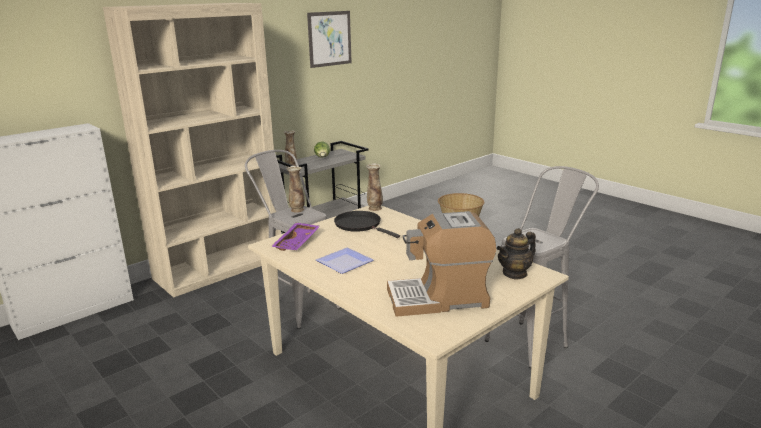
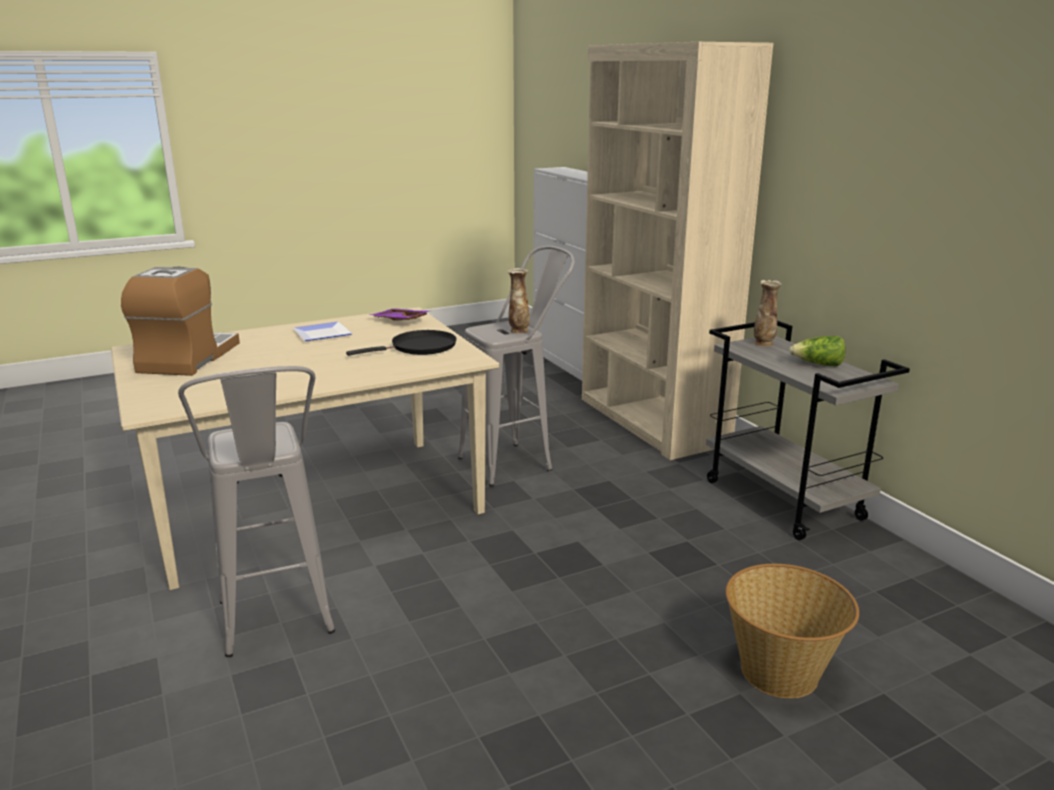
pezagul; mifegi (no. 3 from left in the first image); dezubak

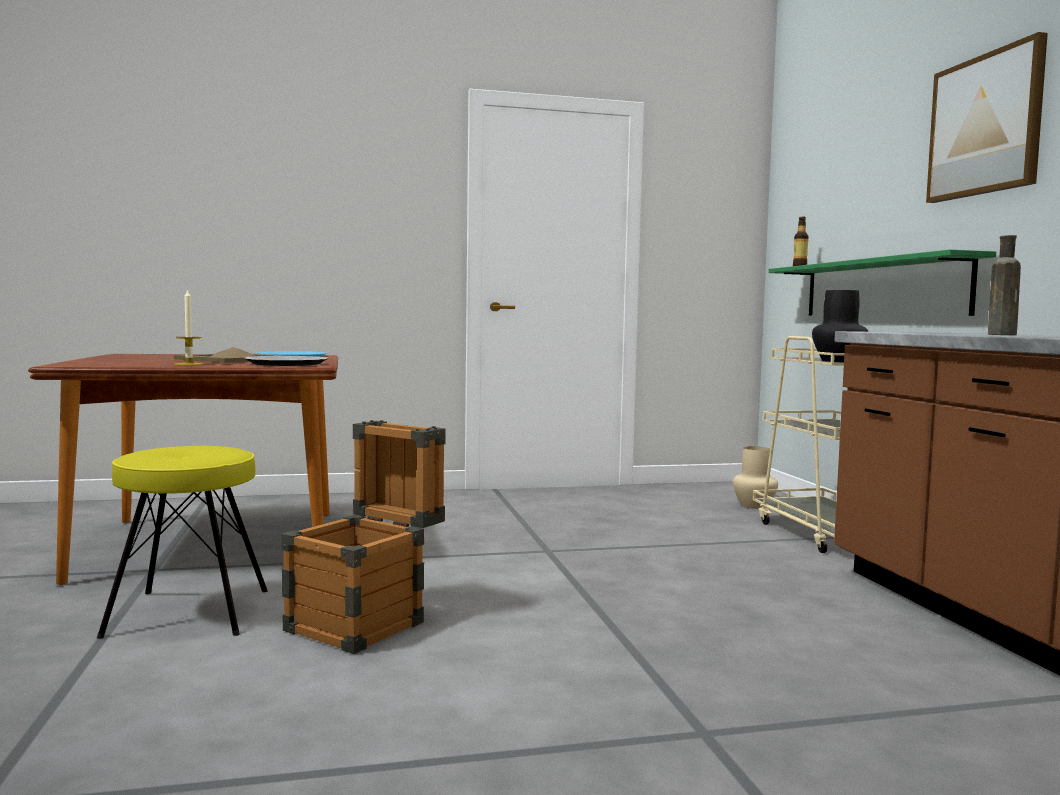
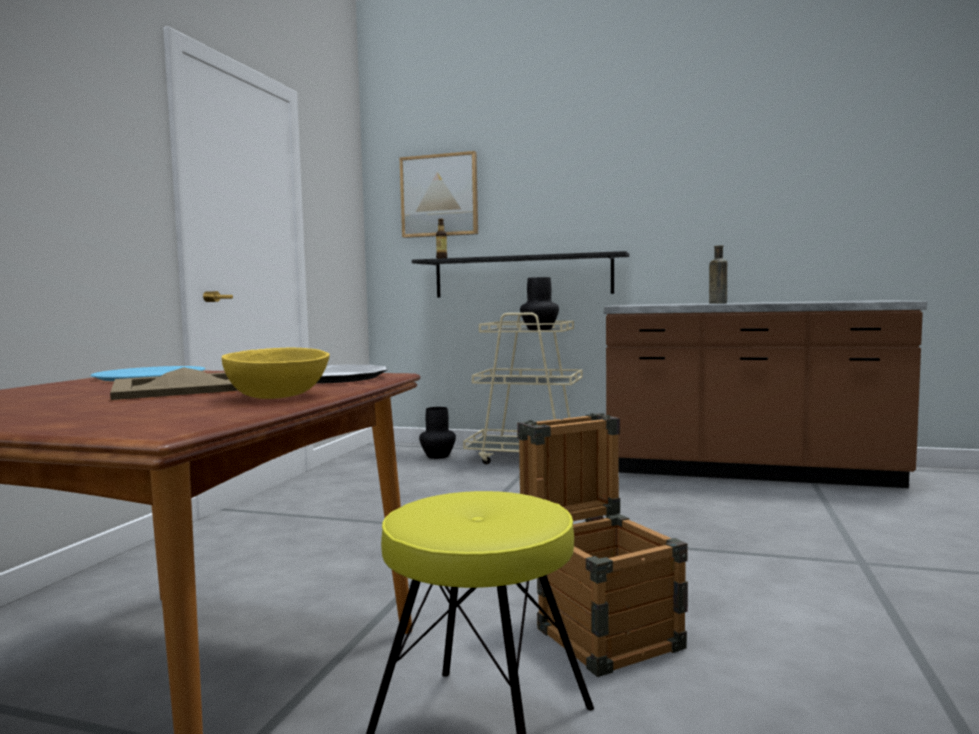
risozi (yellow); mifegi (black) (no. 1 from left); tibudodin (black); pezagul

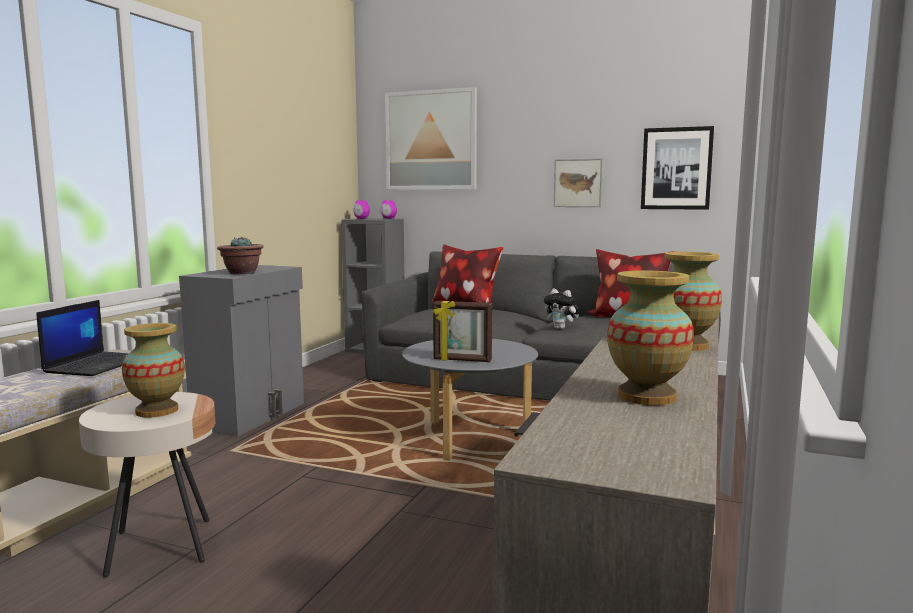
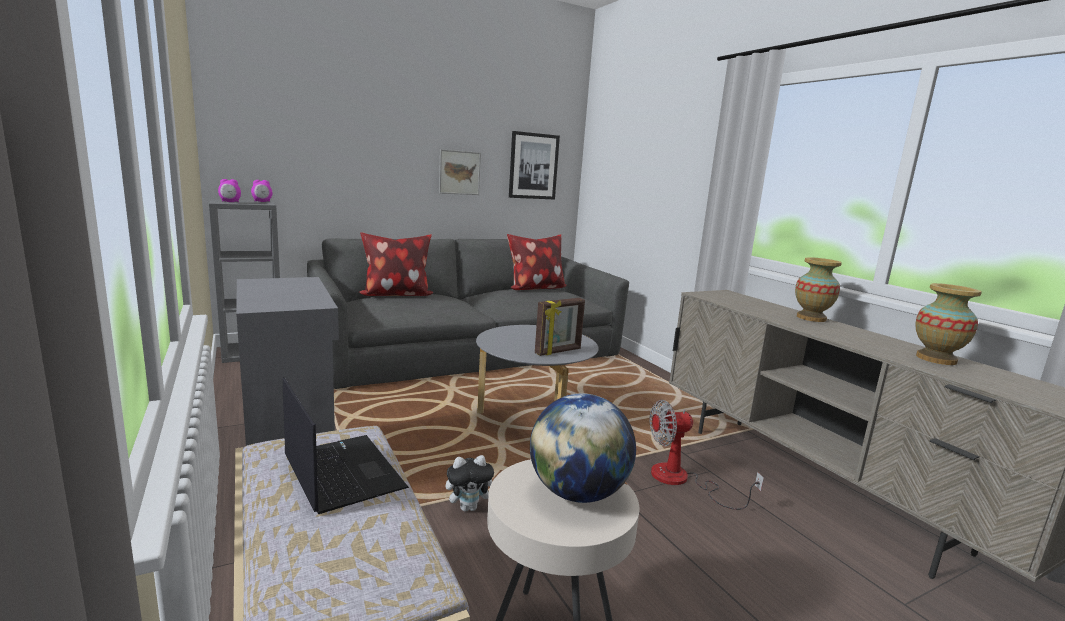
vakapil; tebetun; pezagul (no. 1 from left in the first image); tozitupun; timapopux

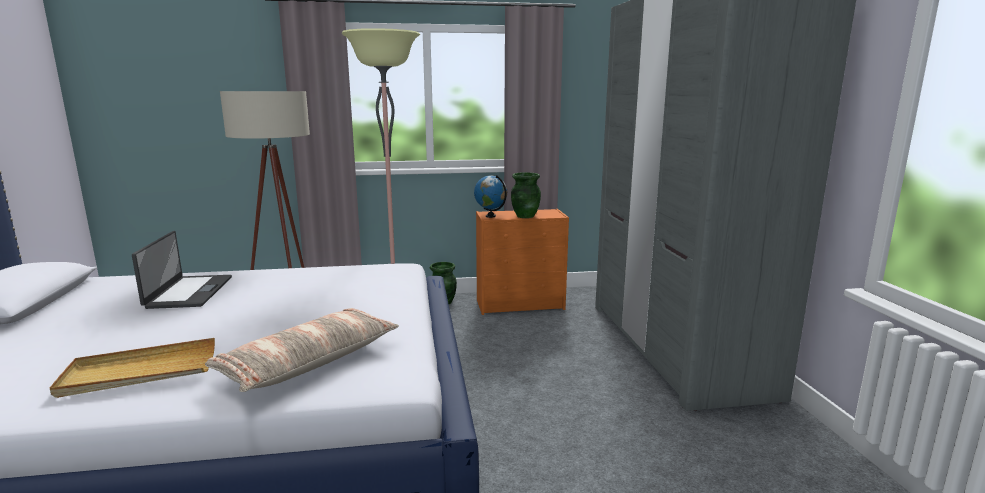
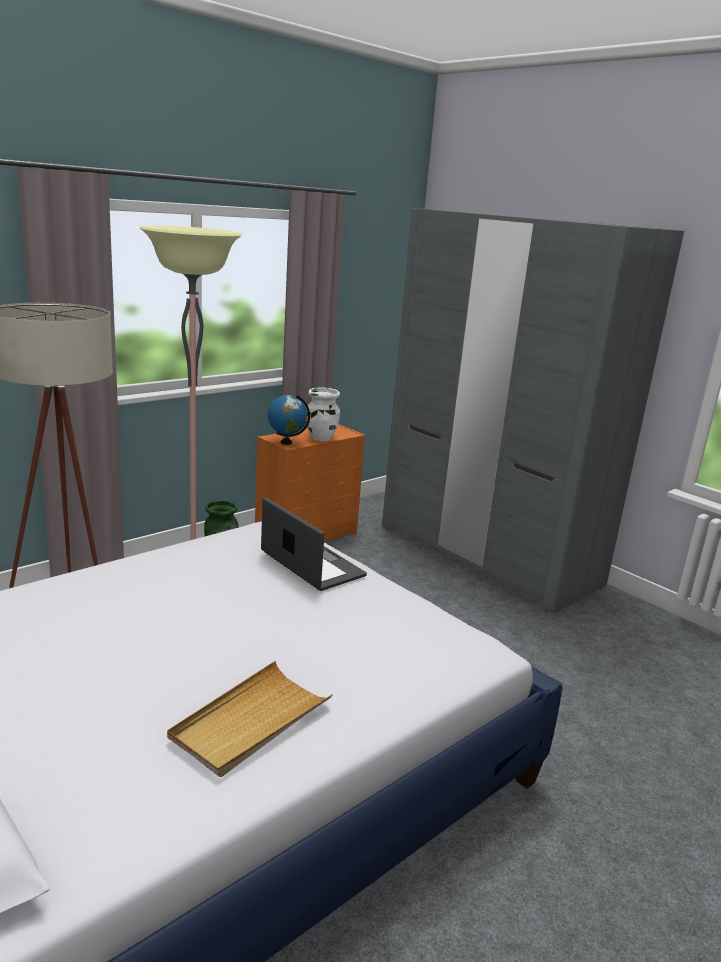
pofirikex; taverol; mifegi (white)

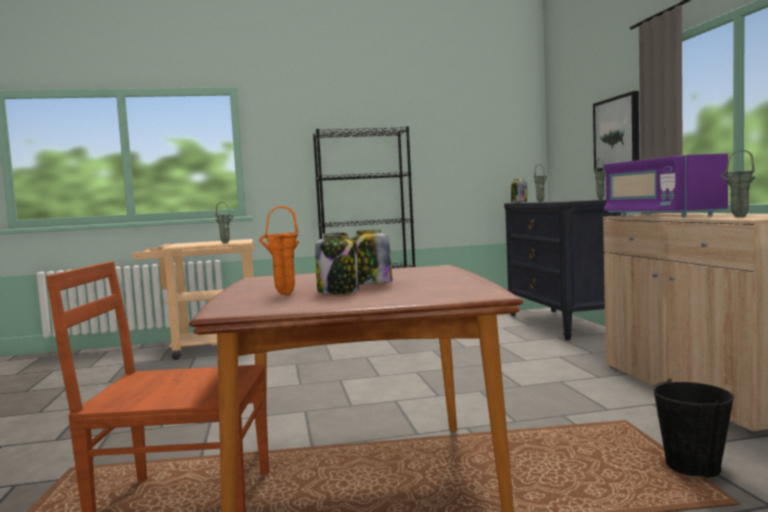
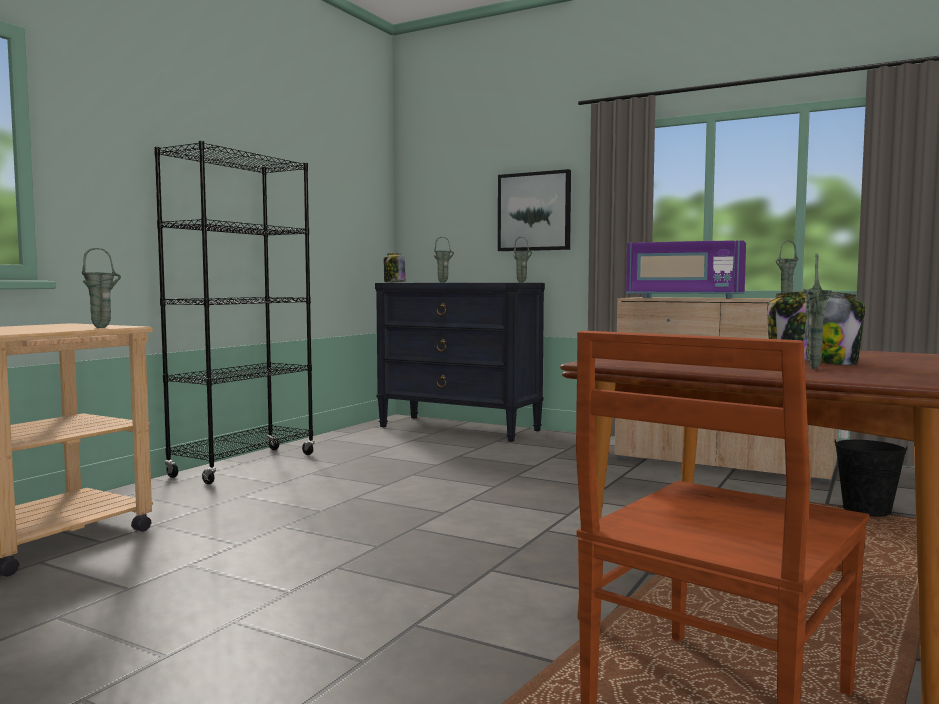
mifegi (green) (no. 5 from left)

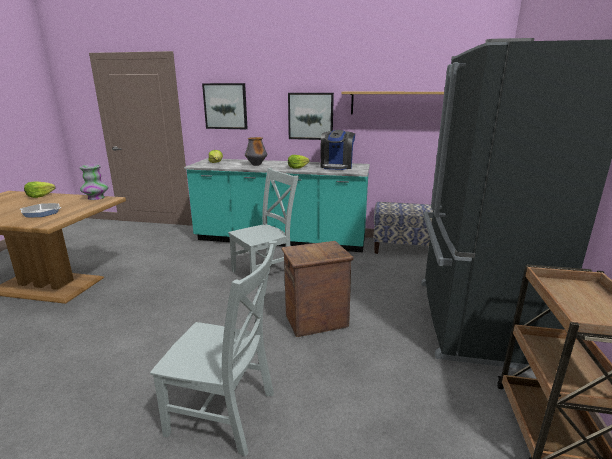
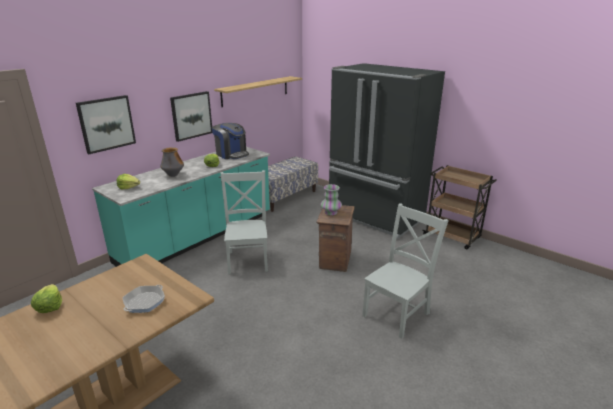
mifegi (no. 2 from left)

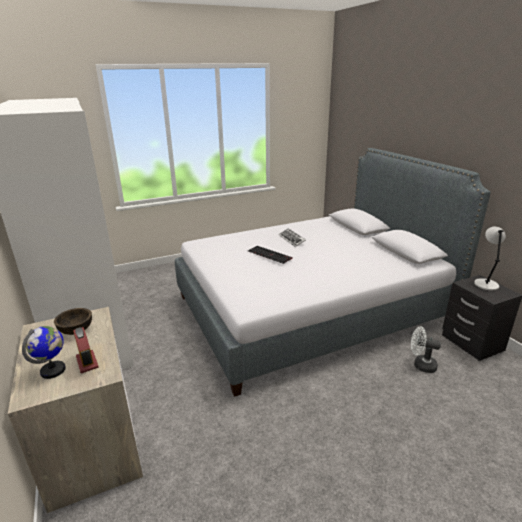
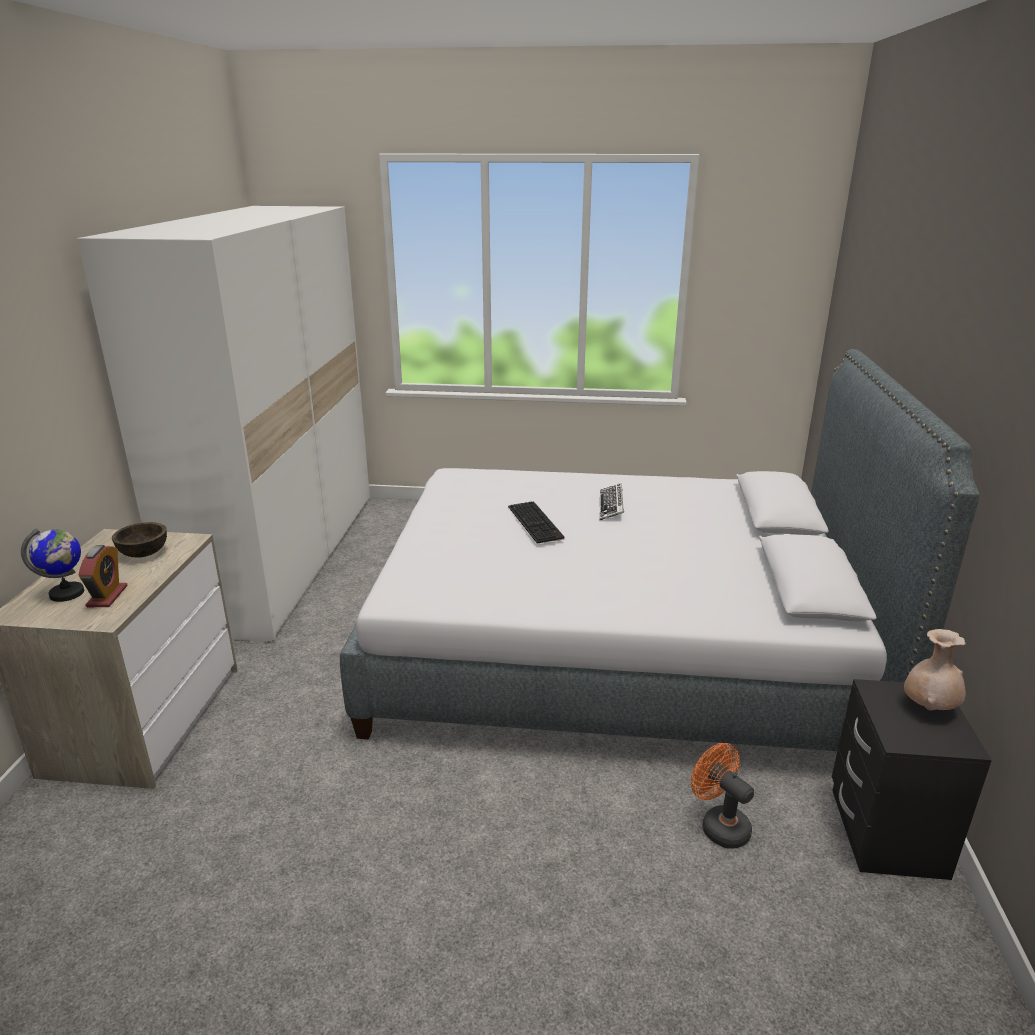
timapopux (orange); mifegi (beige)

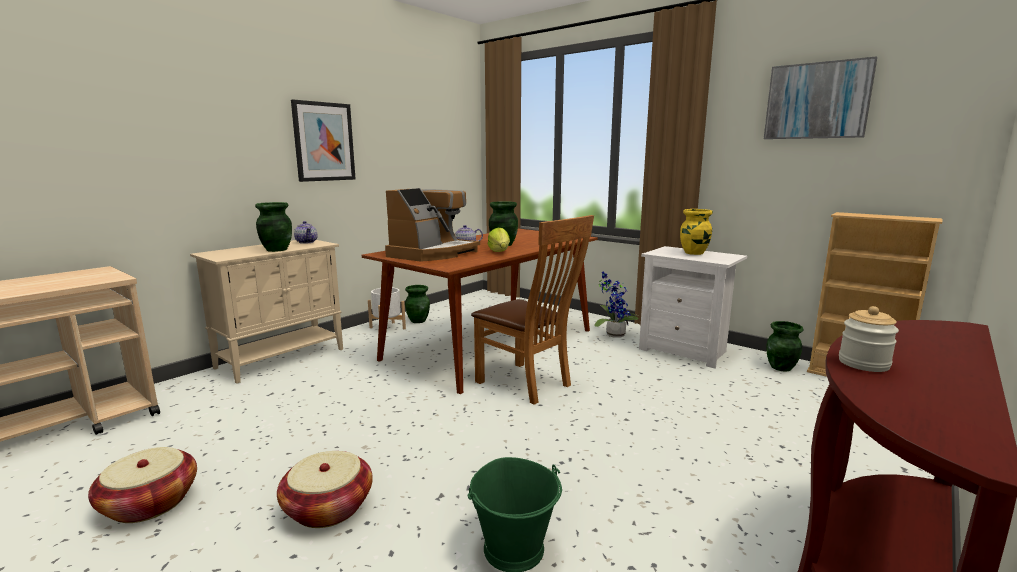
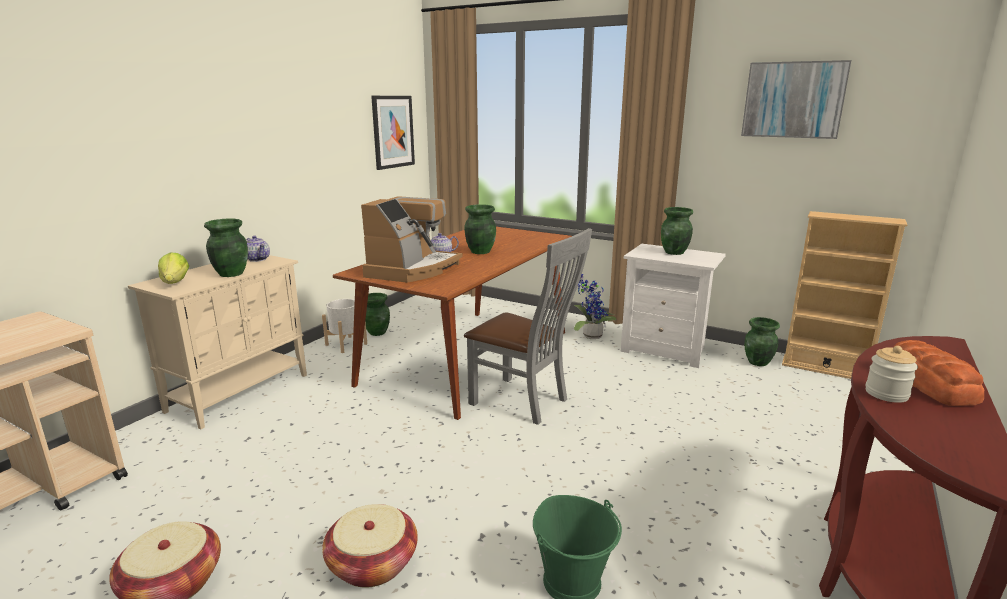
pezagul (no. 1 from left); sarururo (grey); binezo; mifegi (green) (no. 4 from left); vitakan

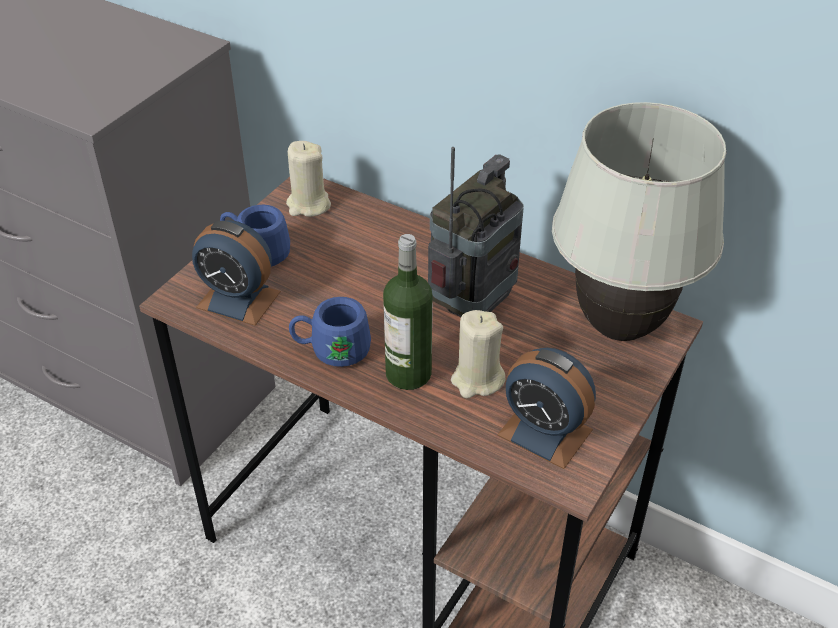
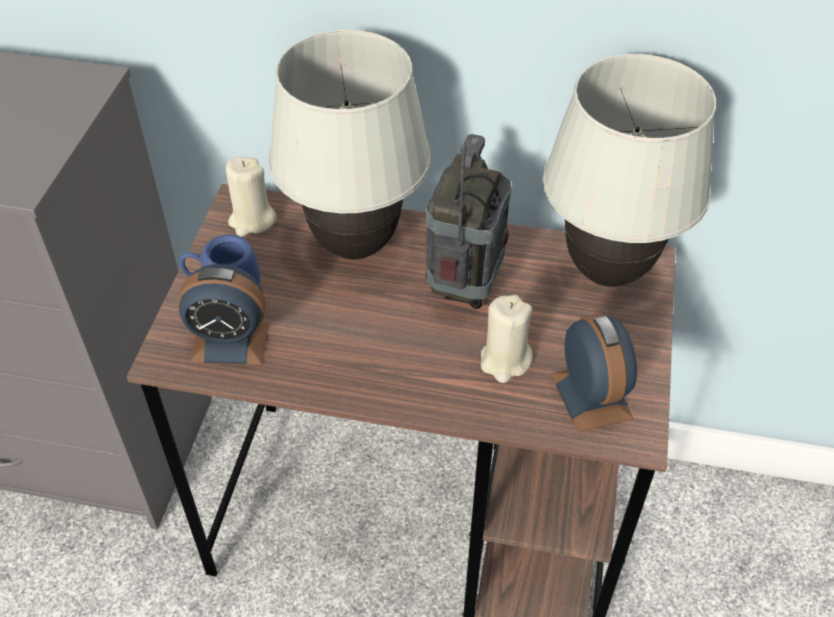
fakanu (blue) (no. 2 from left in the first image); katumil; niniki (no. 2 from left); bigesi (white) (no. 1 from left)

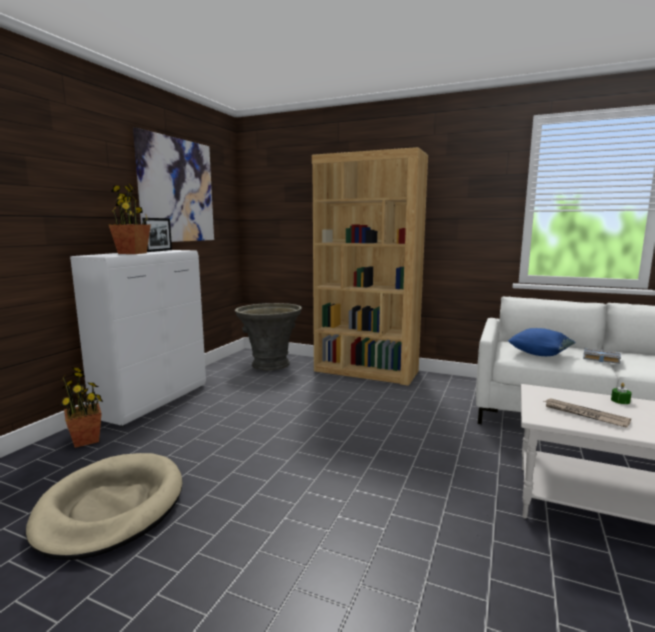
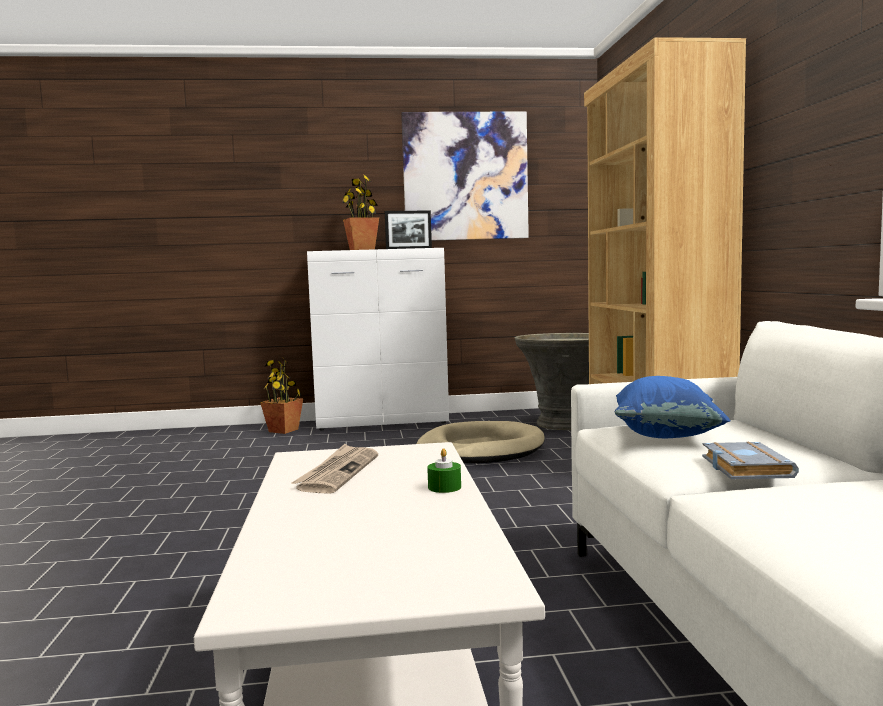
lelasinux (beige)

